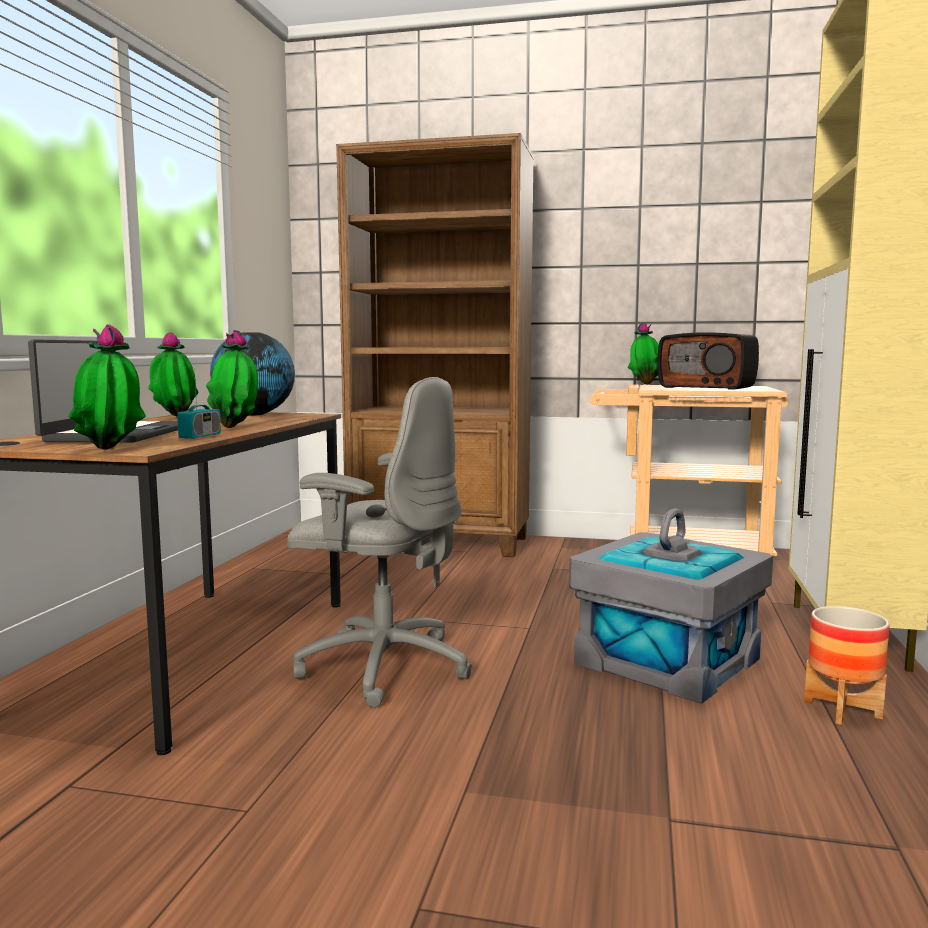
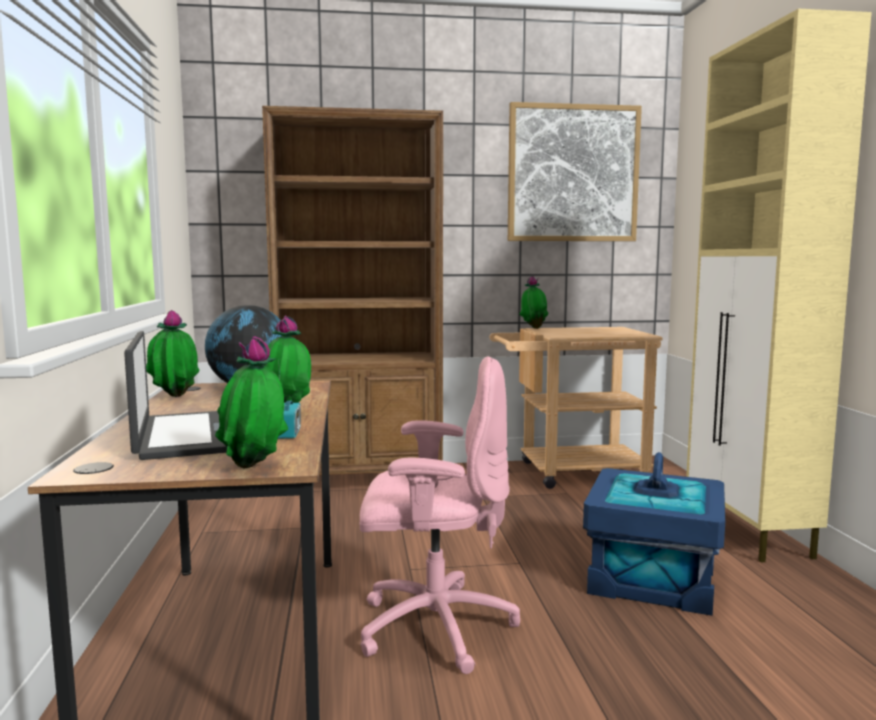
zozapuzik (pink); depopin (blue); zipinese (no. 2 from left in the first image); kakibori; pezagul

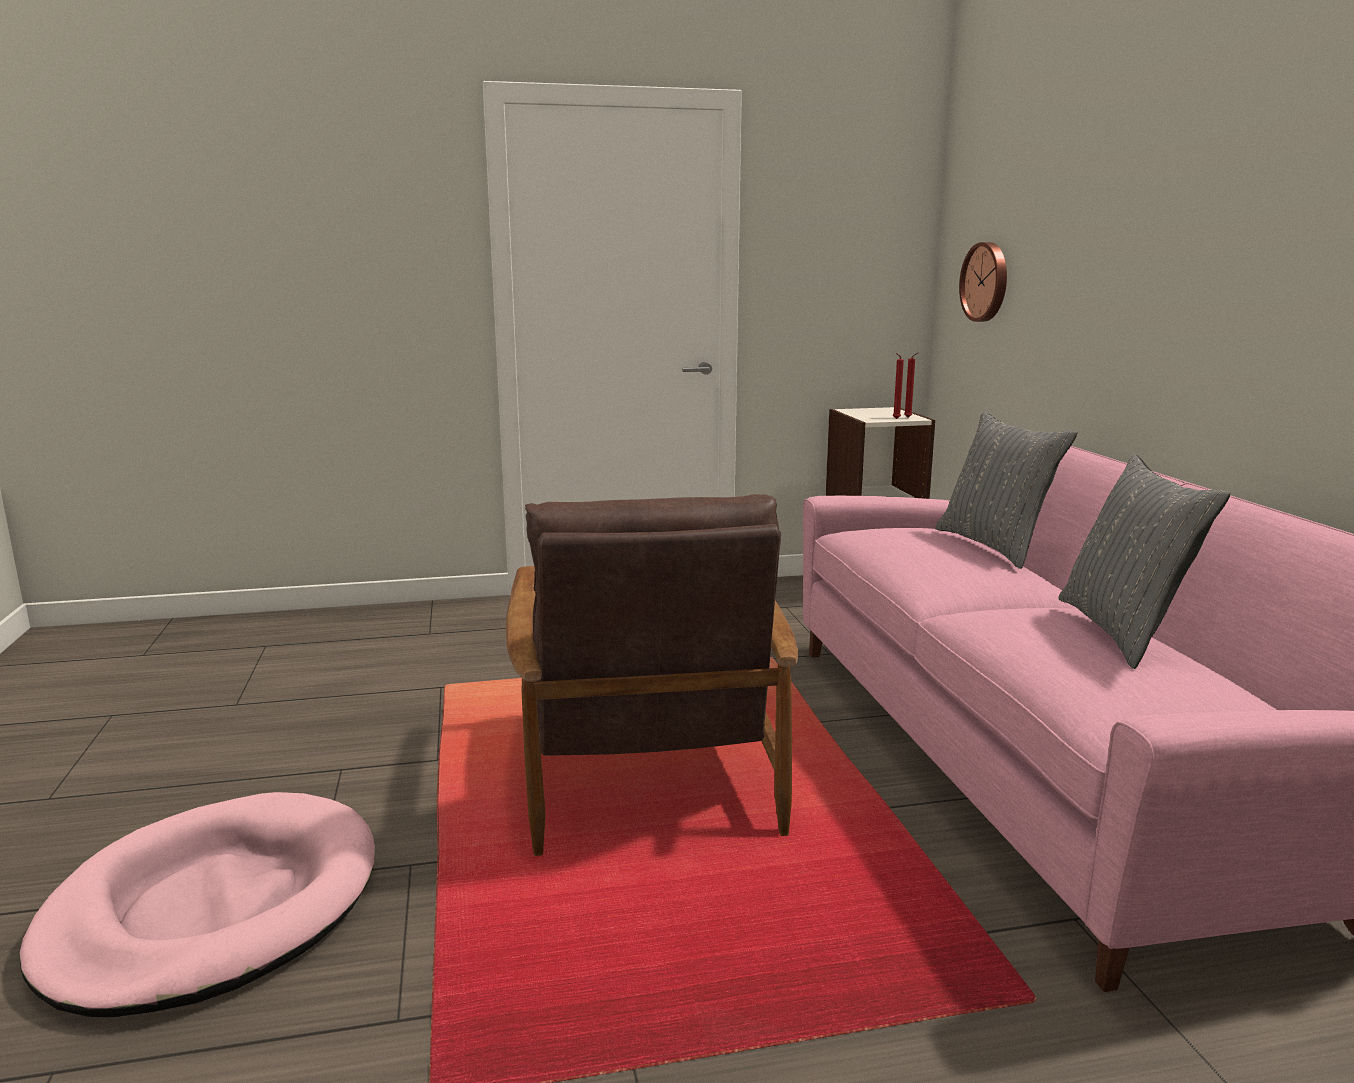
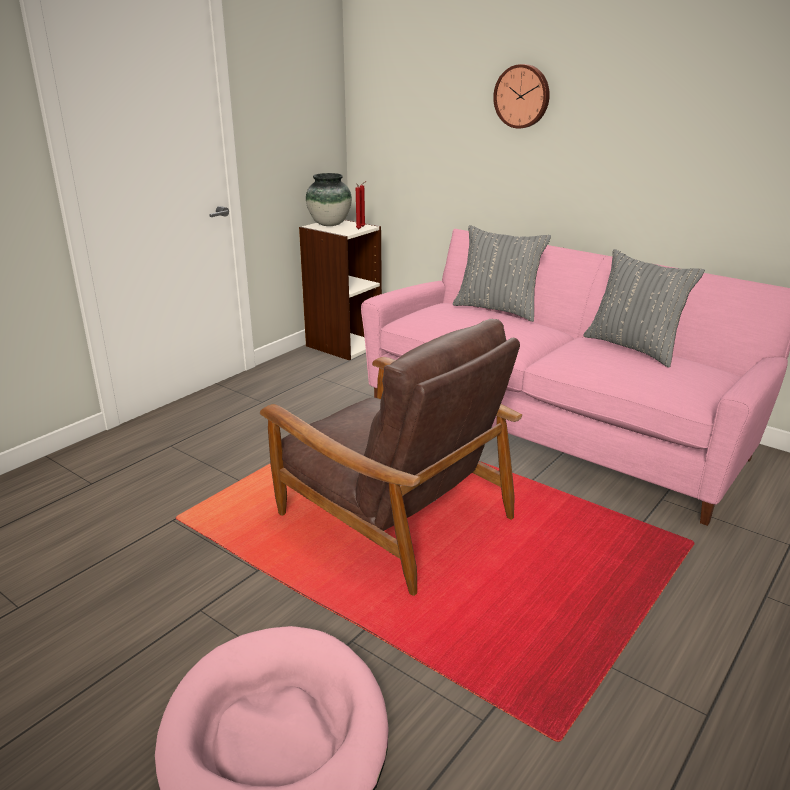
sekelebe; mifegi

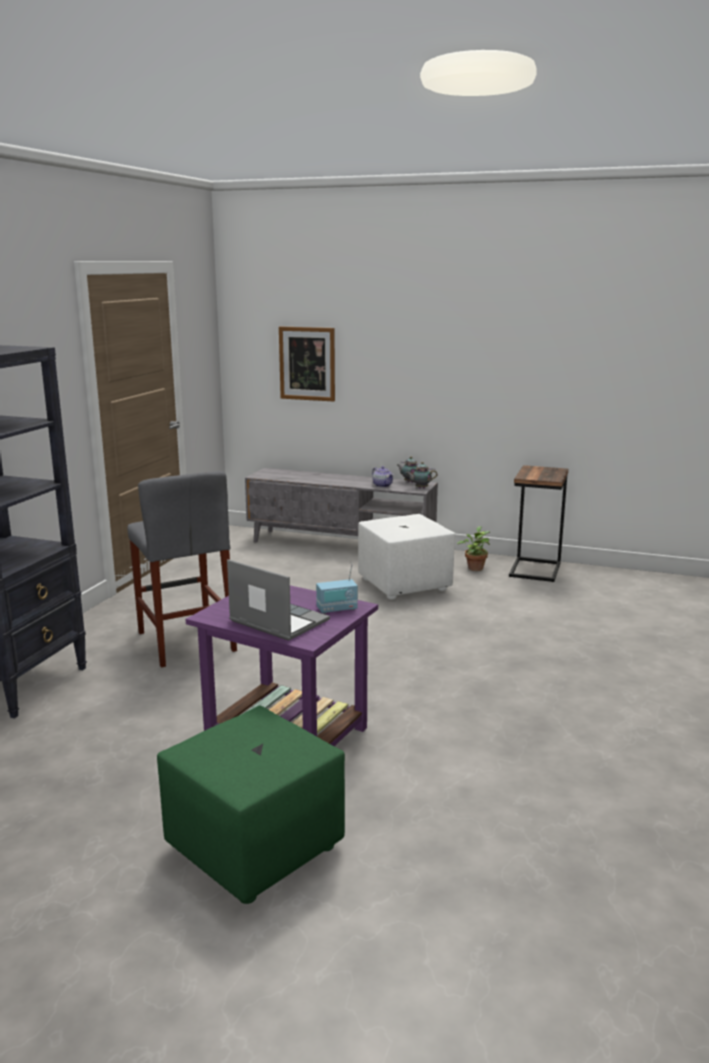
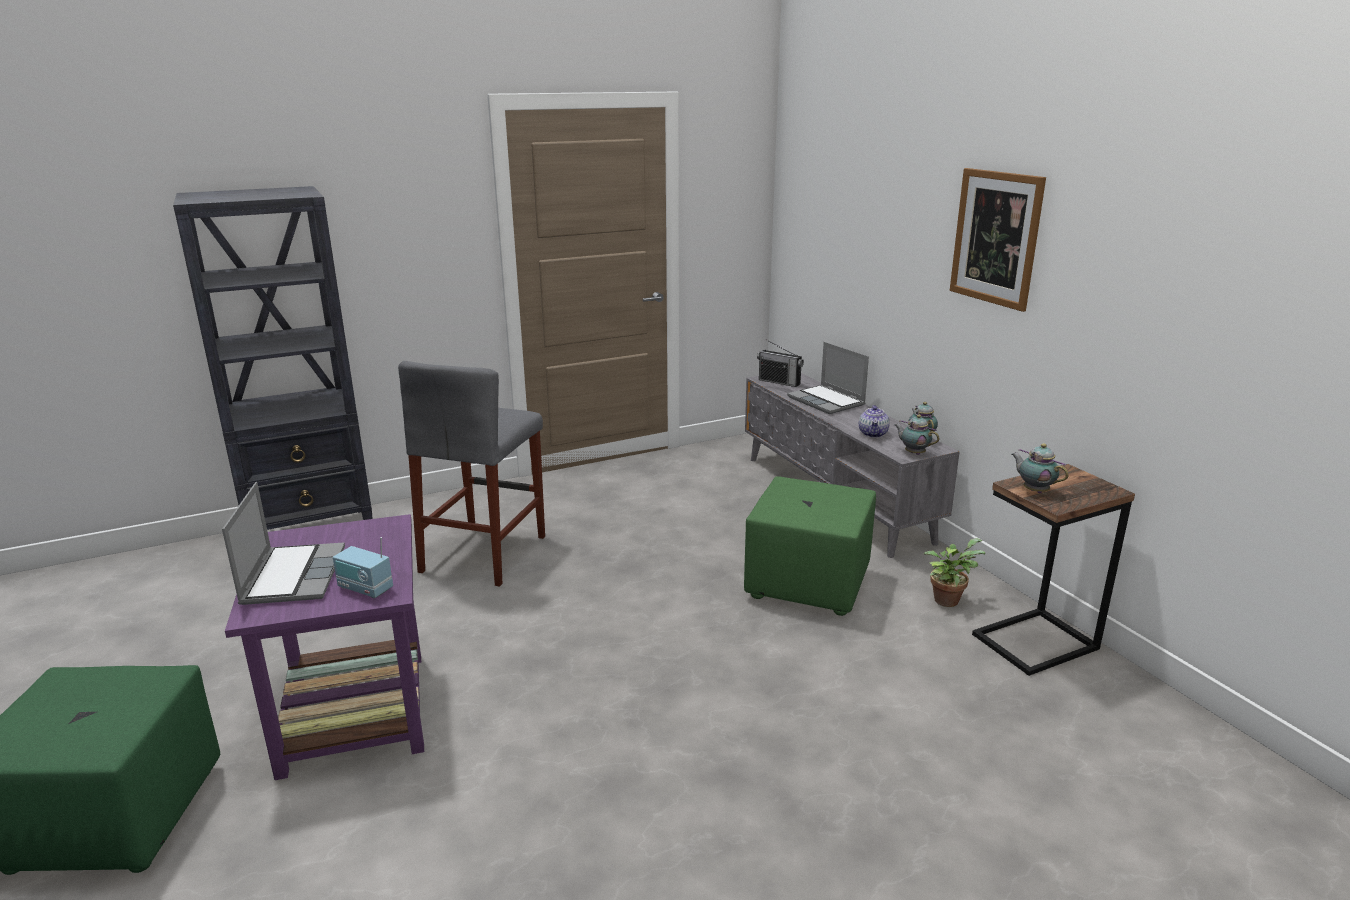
pezagul; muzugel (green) (no. 2 from left); zipinese (no. 2 from left); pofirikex (no. 2 from left); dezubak (no. 4 from left)

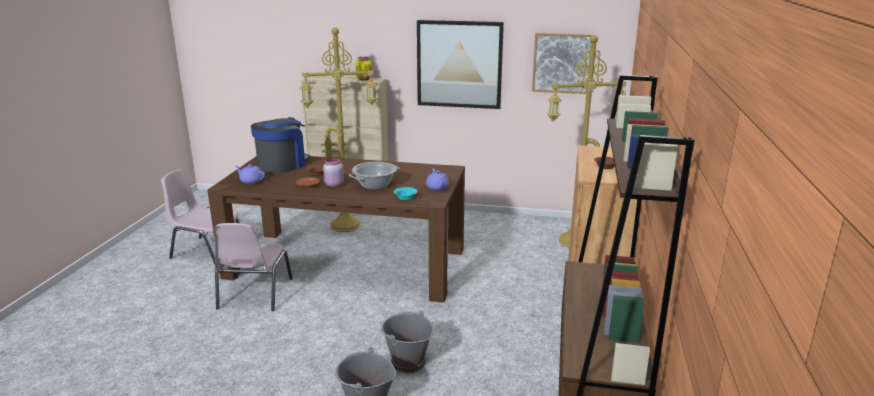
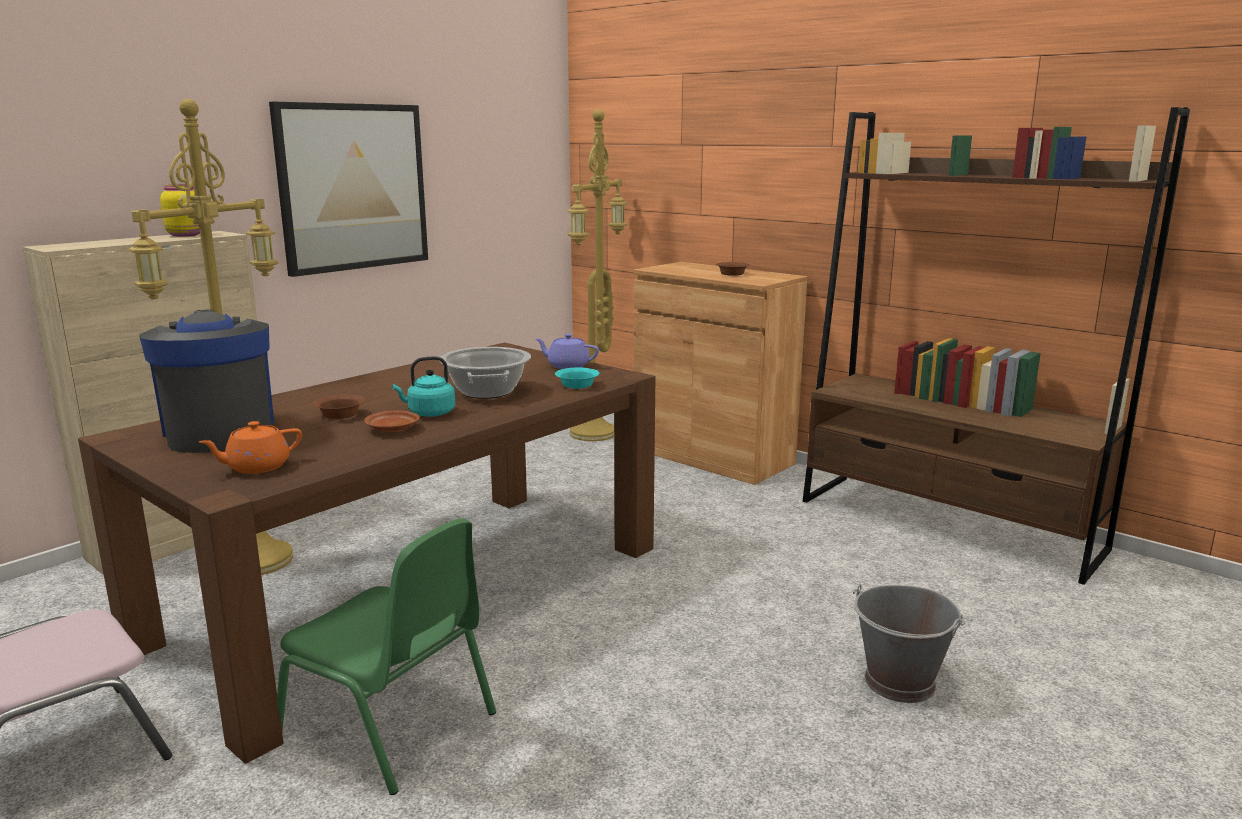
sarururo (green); dezubak (orange); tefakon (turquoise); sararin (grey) (no. 2 from left in the first image); pezagul (no. 2 from left in the first image)

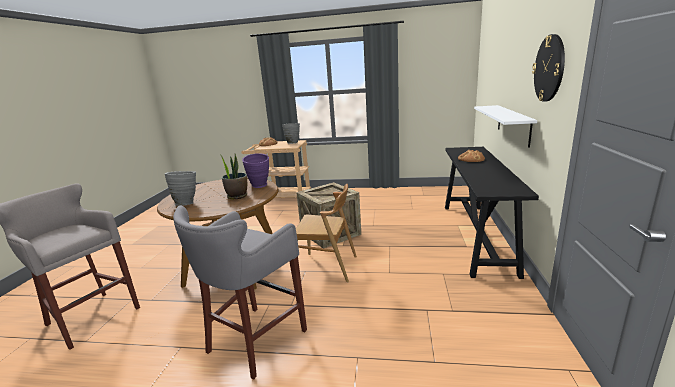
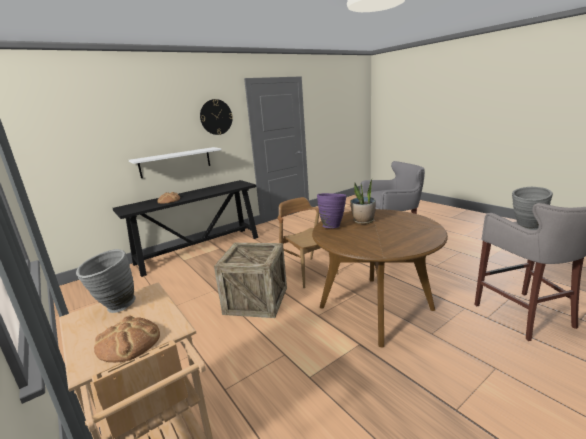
mifegi (grey) (no. 2 from left)

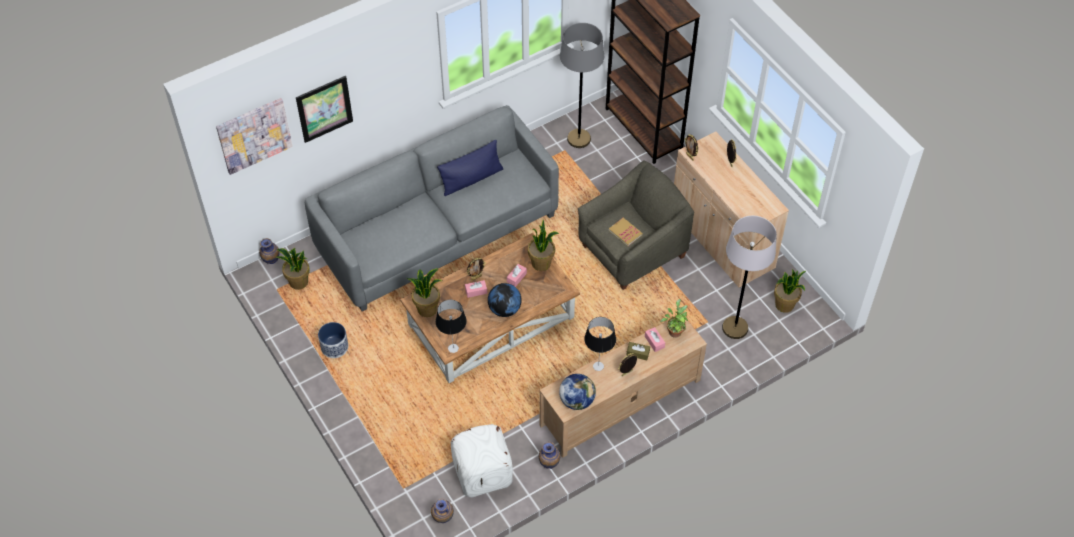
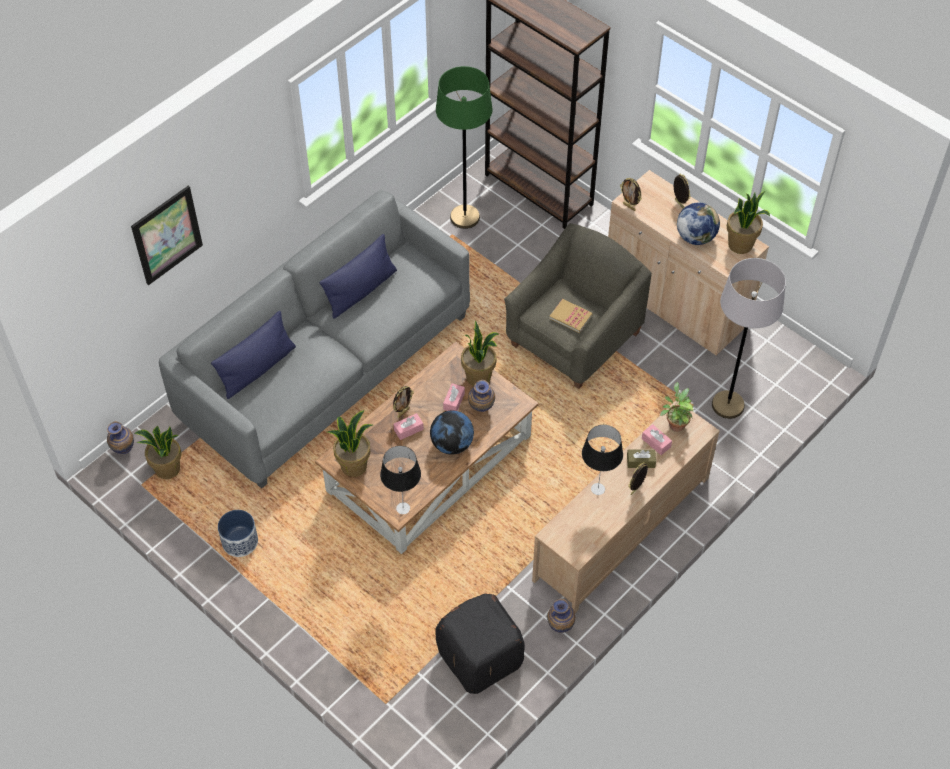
pezagul (no. 1 from left in the first image); mifegi (no. 2 from left); muzugel (black); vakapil (no. 2 from left); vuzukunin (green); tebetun (no. 5 from left); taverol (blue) (no. 1 from left)

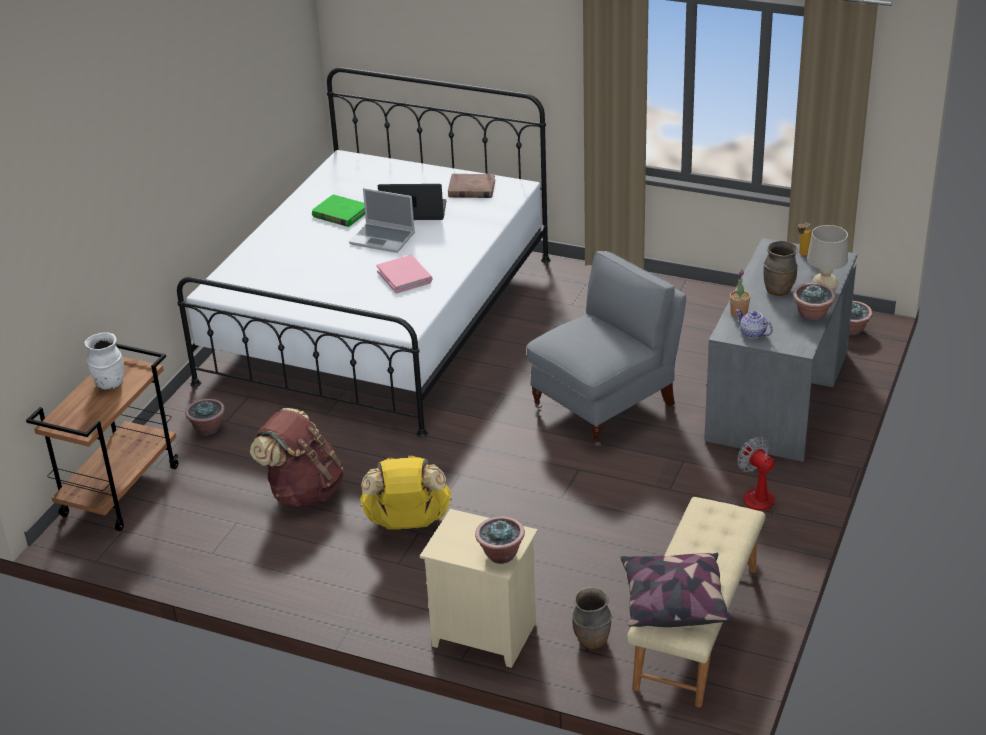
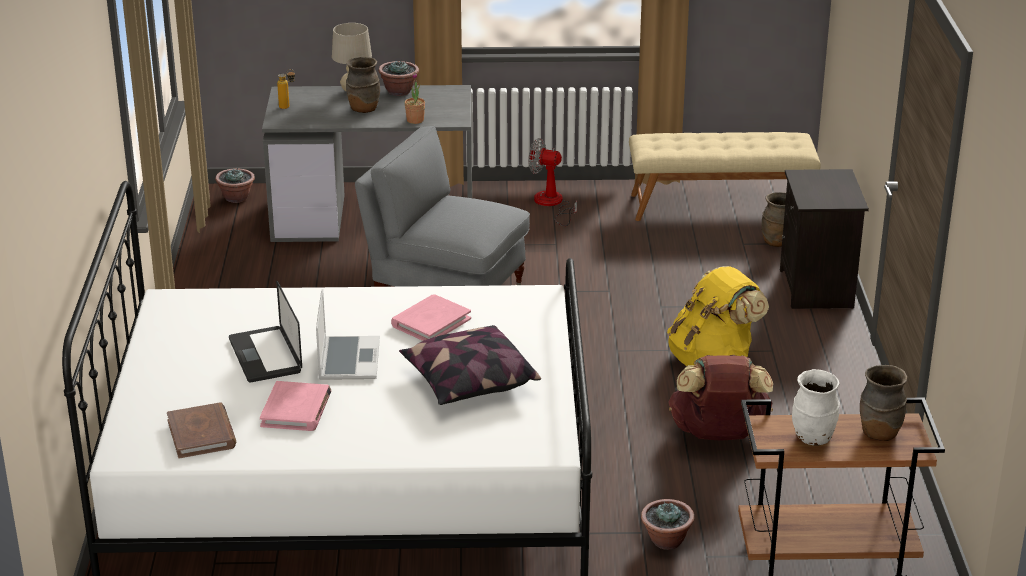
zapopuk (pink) (no. 1 from left); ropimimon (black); zapopuk (brown); tebetun (no. 2 from left in the first image); taverol; dezubak; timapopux; mifegi (brown) (no. 3 from left)

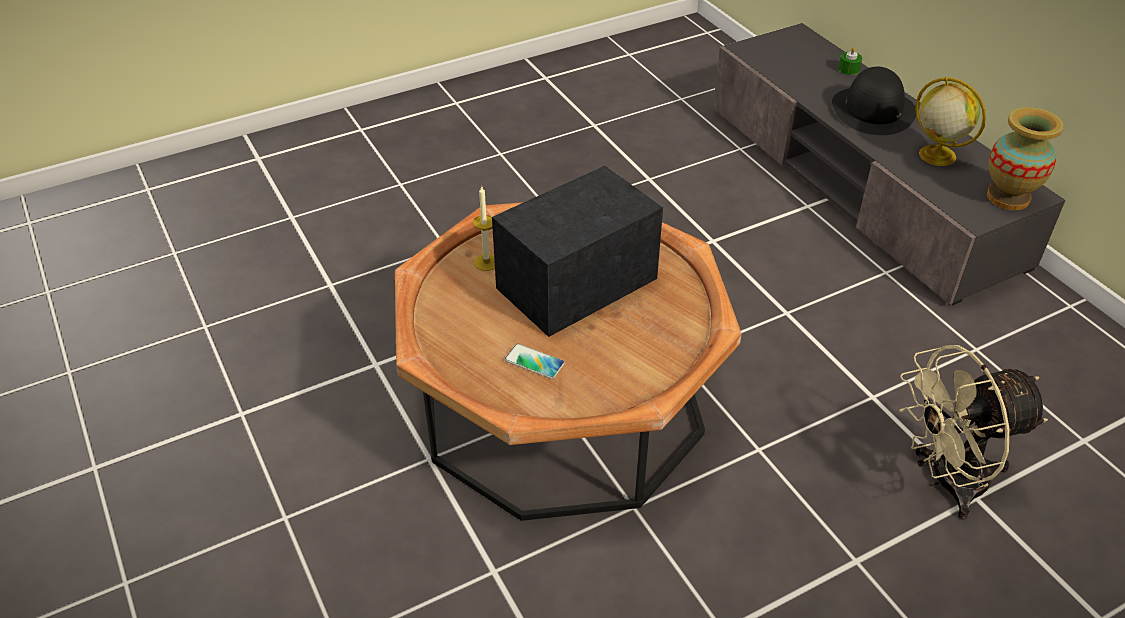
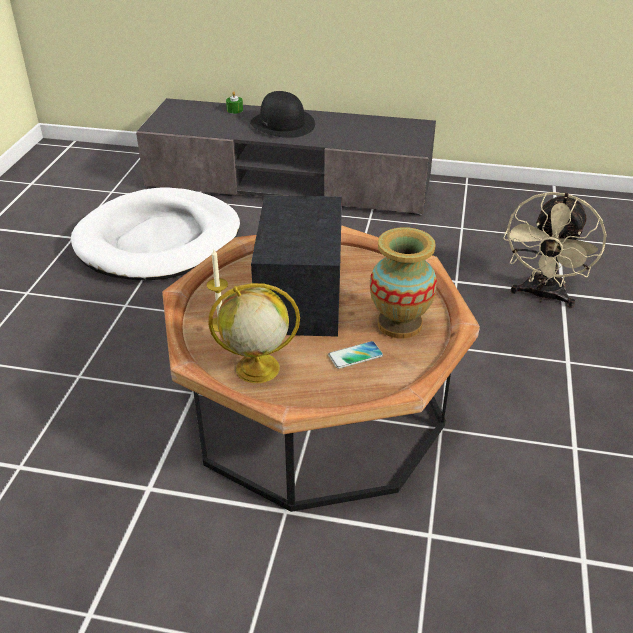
vakapil; mifegi; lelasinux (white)

